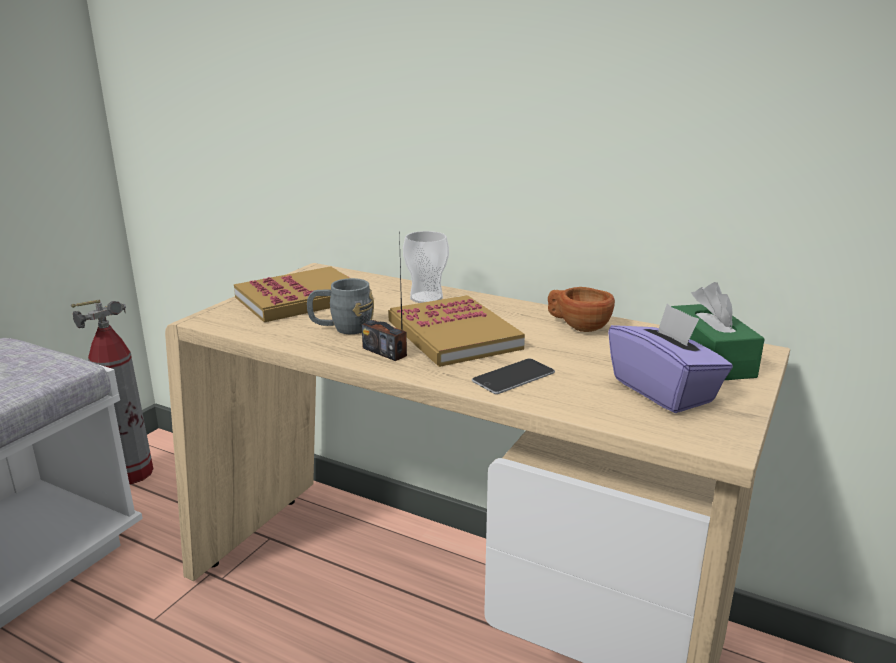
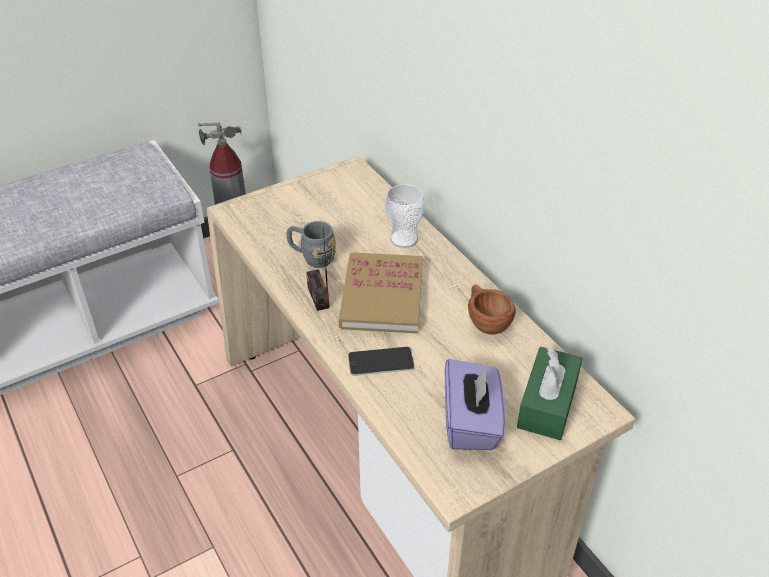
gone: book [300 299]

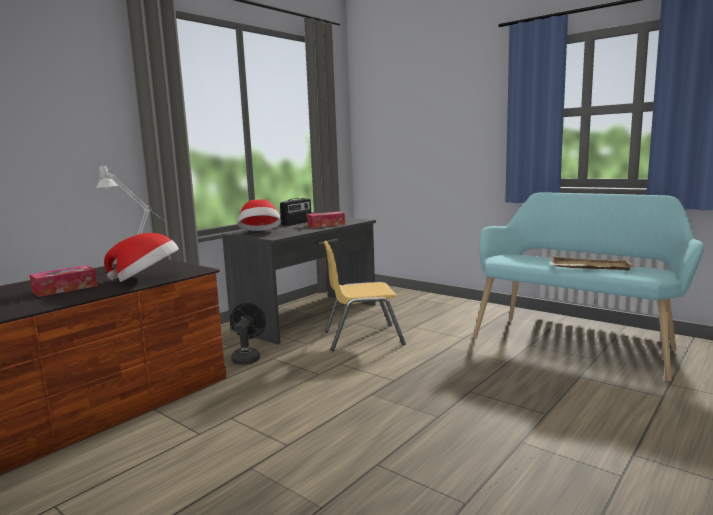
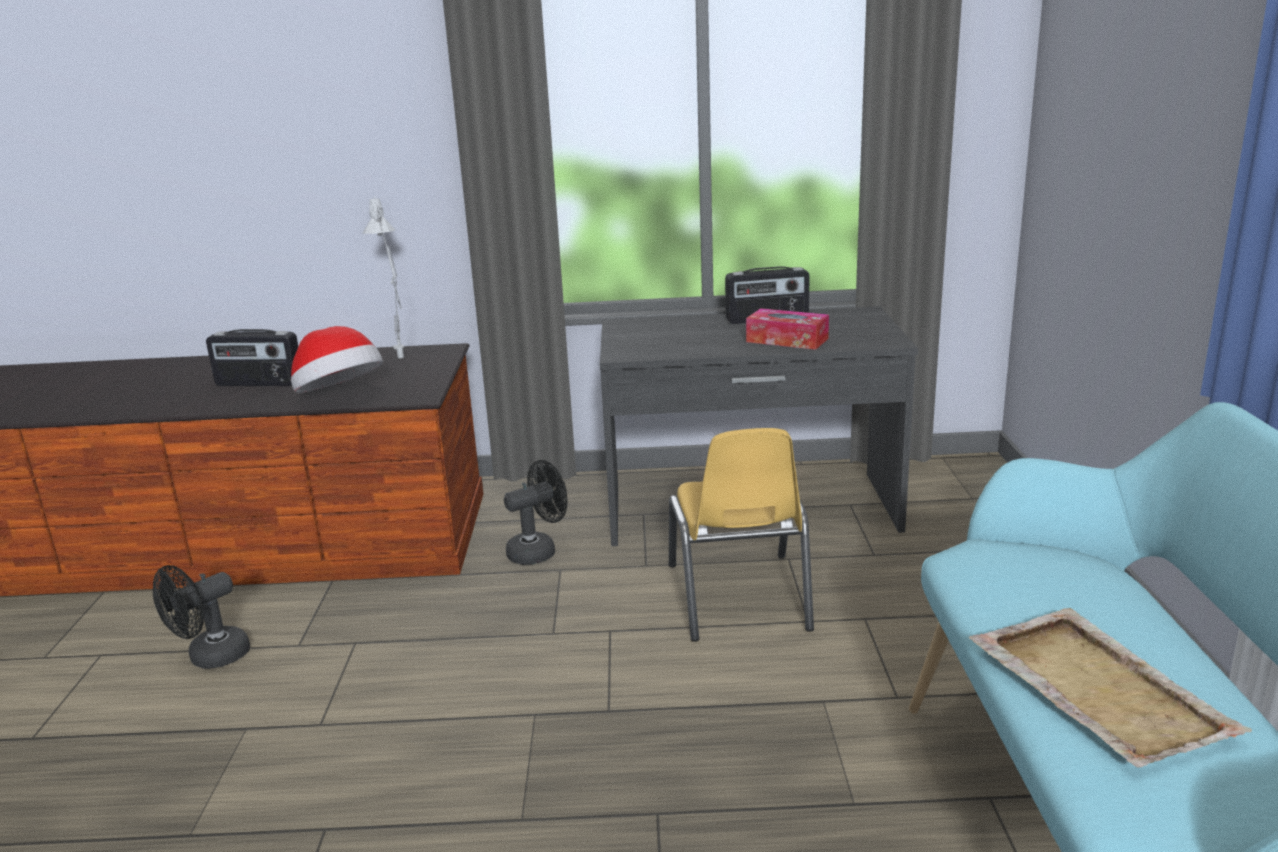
gone: clothing hat [260 233]
new: blackish fan [210 658]
swapped: box of tissues [65 289] to radio receiver [259 383]
rotated: yellow chair [362 338] = [738 597] 135 degrees counterclockwise

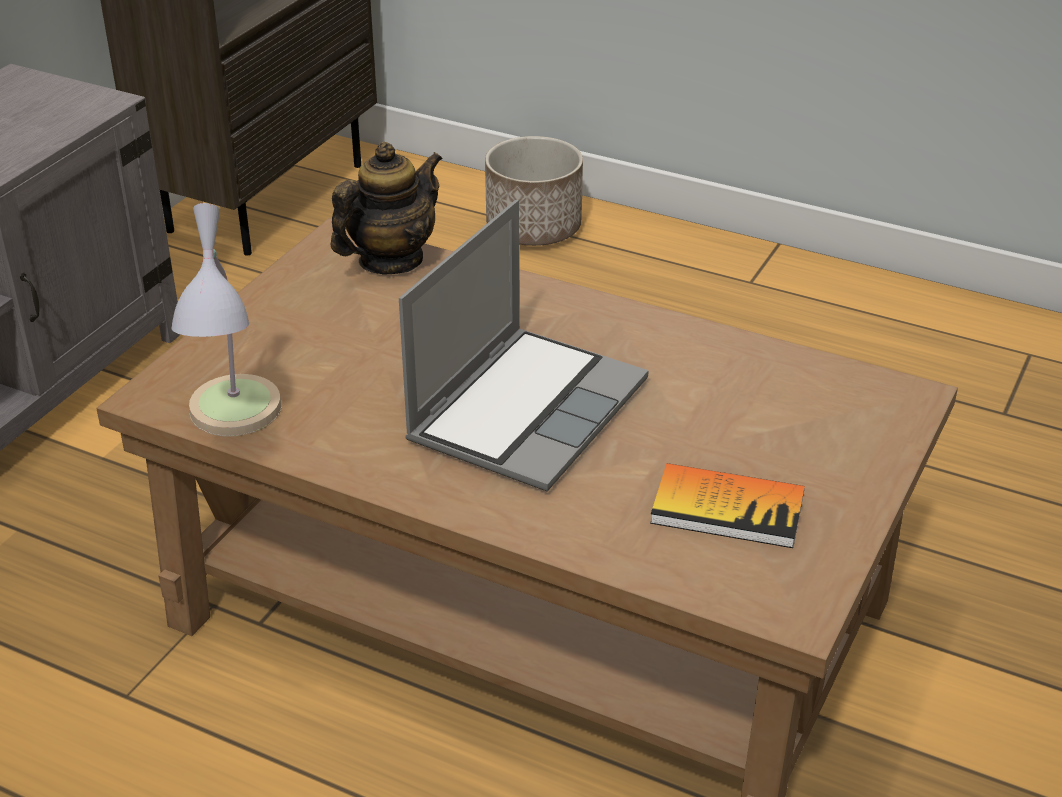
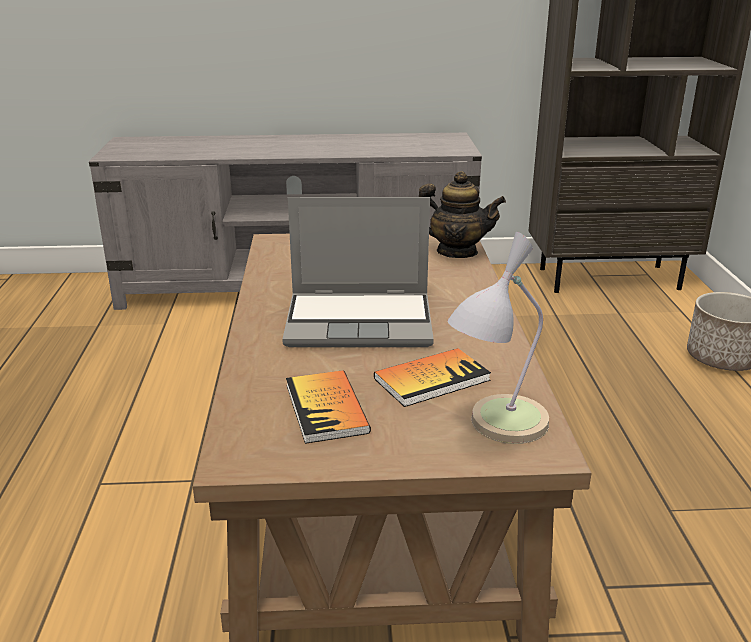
new: book [432 379]
shifted: tabletop lamp [232 421] to [495 426]

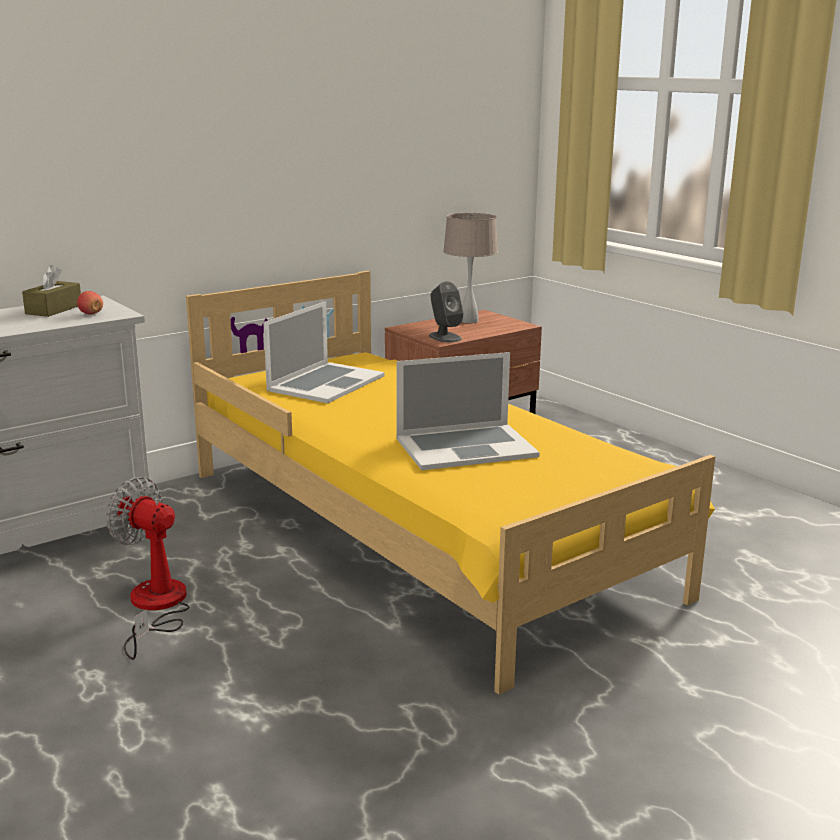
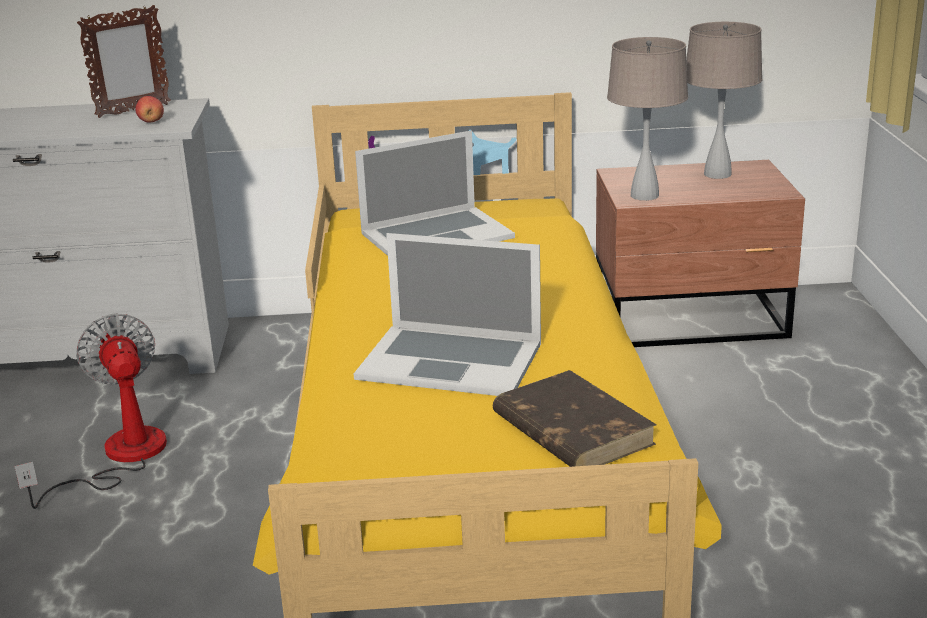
new: brown book [571 428]
swapped: brown box of tissues [54 309] to photo frame [133 111]; grey audio speaker [444 337] to beige tabletop lamp [645 195]

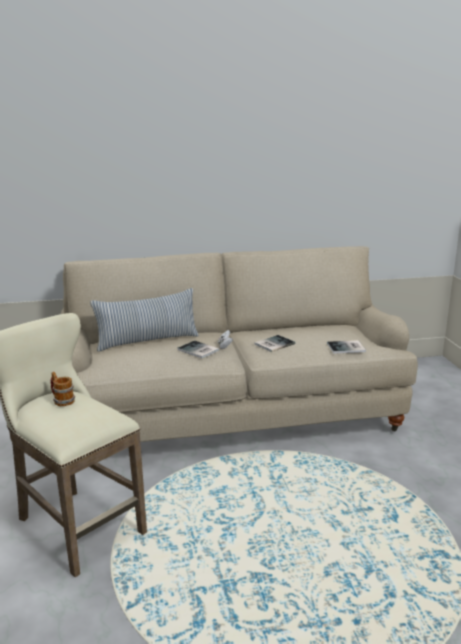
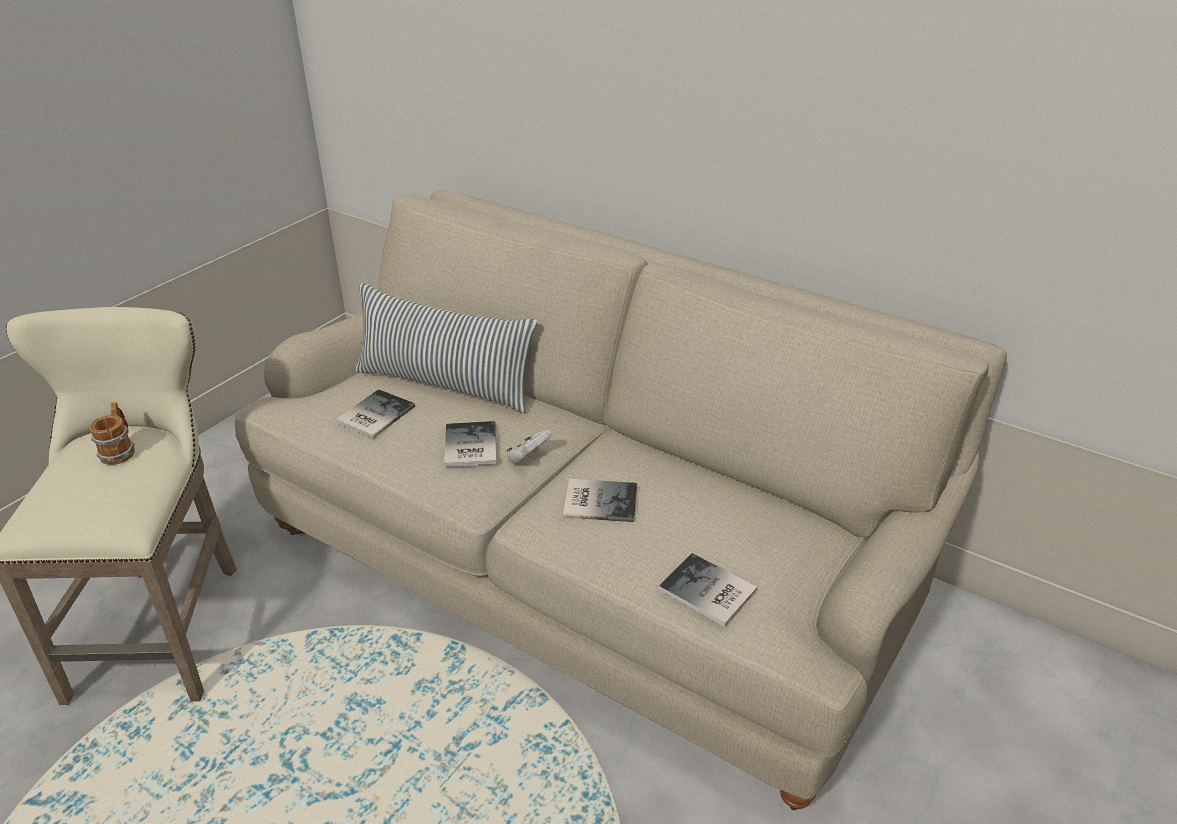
new: book [373 415]

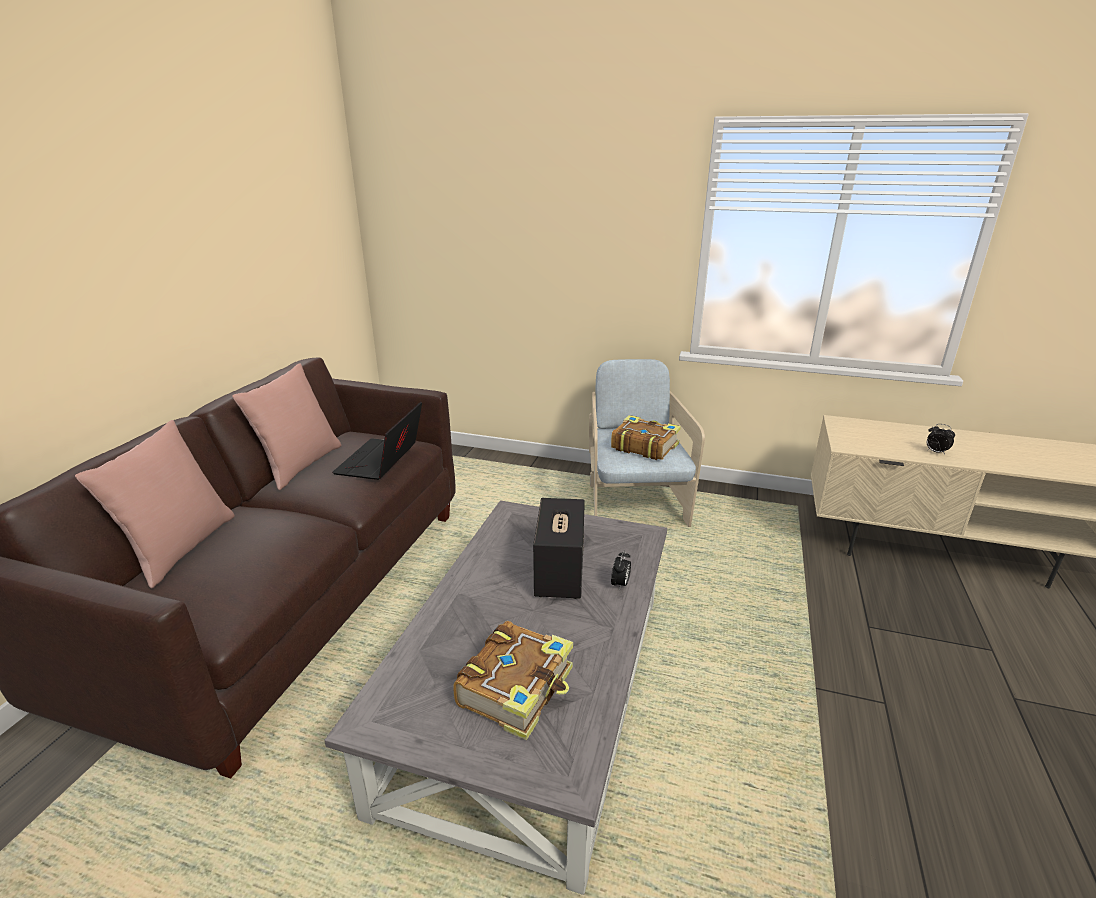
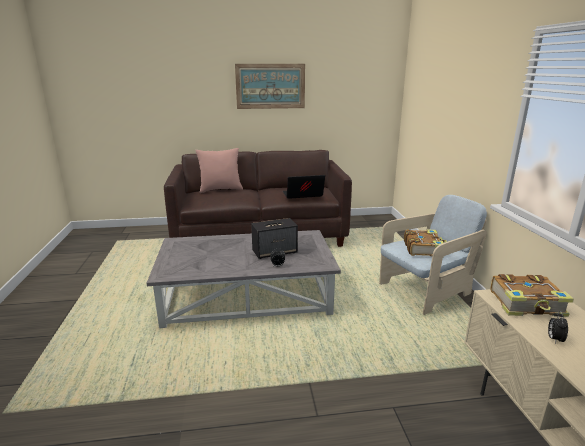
gone: pink-coloured throw pillow [300 465]
new: wall art [270 86]
shifted: book [518 687] to [527 304]

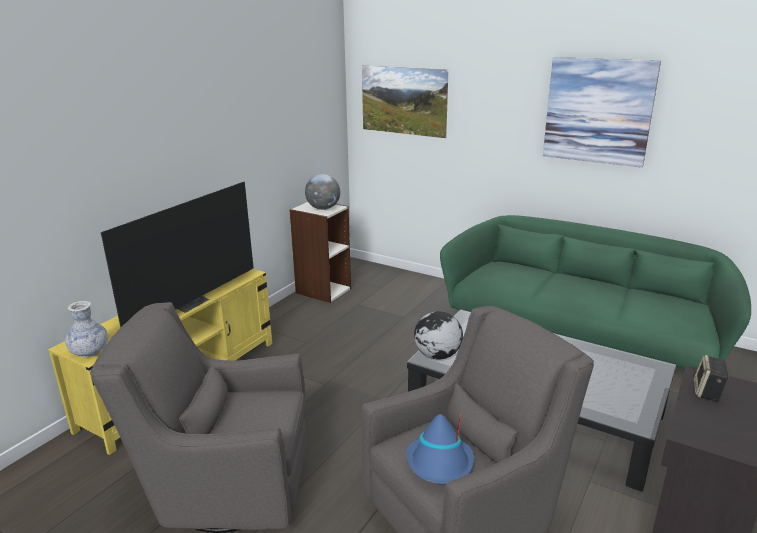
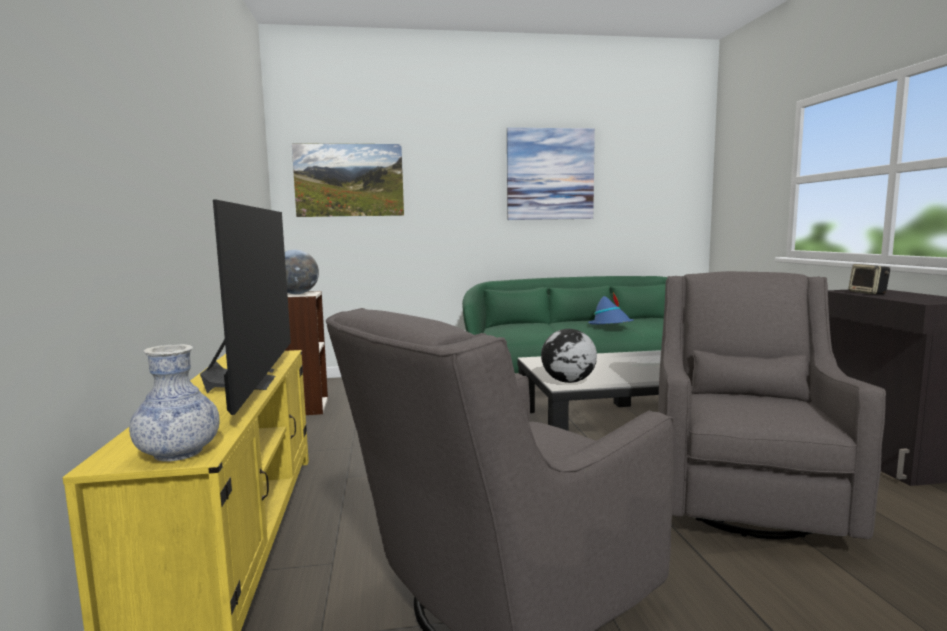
shifted: blue clothing hat [440 464] to [611 325]

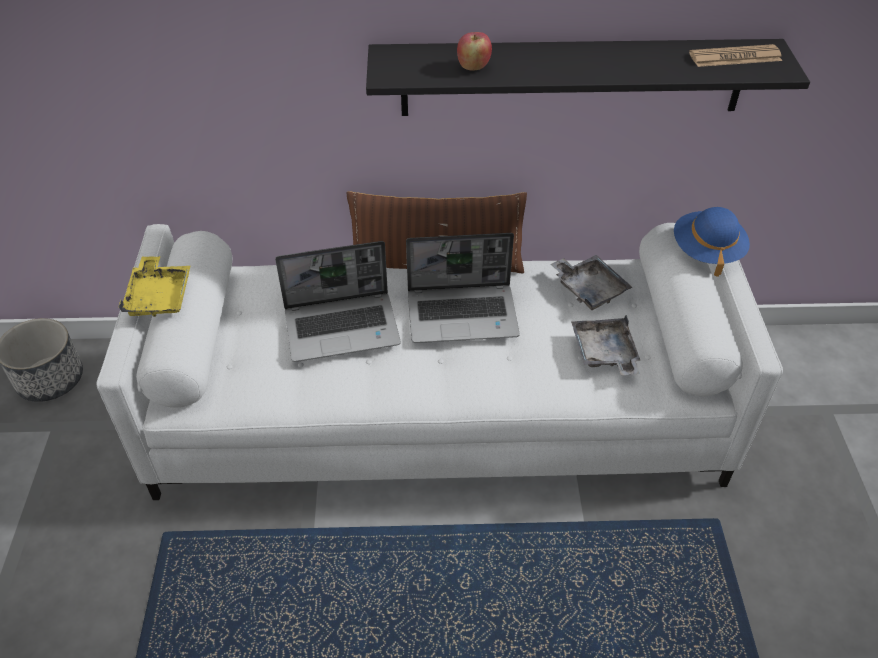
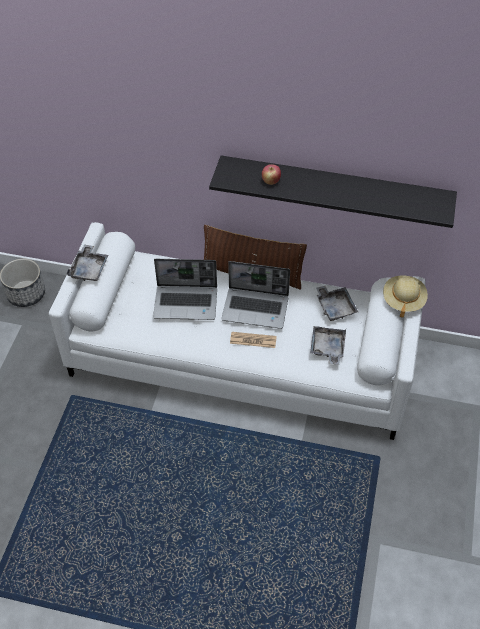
shifted: daily paper [735 57] to [253 340]
repainted: yellow tray [159 296] to grey tray [89 269]; blue clothing hat [706 251] to beige clothing hat [403 300]

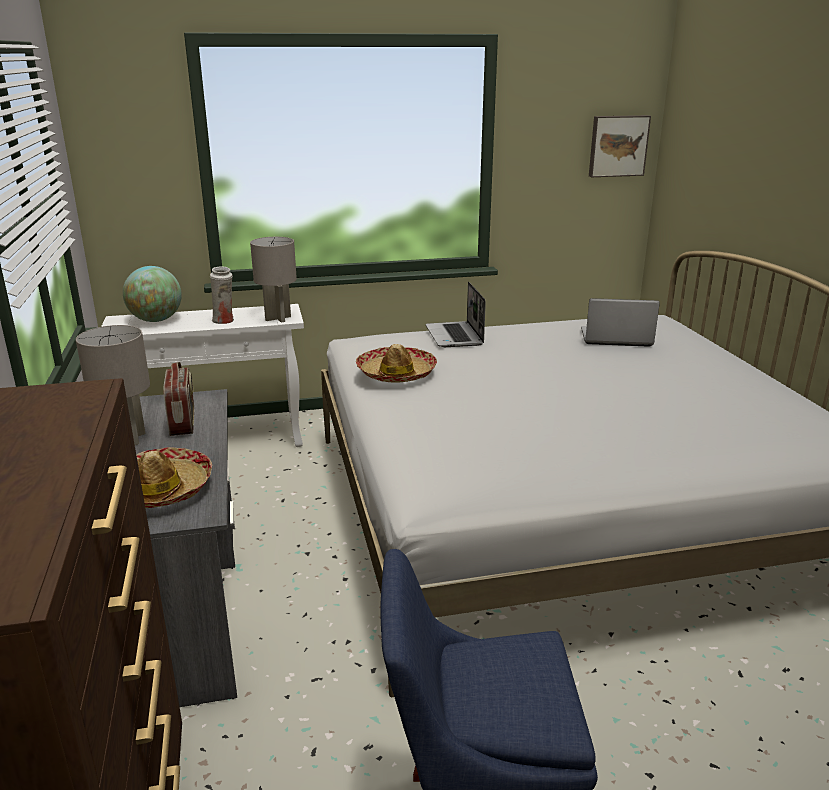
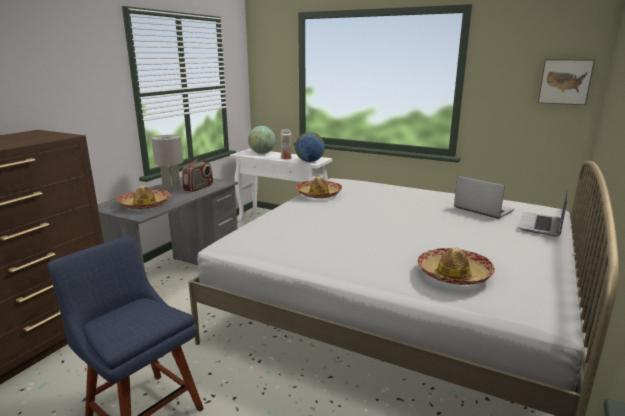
new: clothing hat [453 274]
shifted: portable computer [455 336] to [541 225]
swapped: grey tabletop lamp [277 318] to desk globe [309 161]

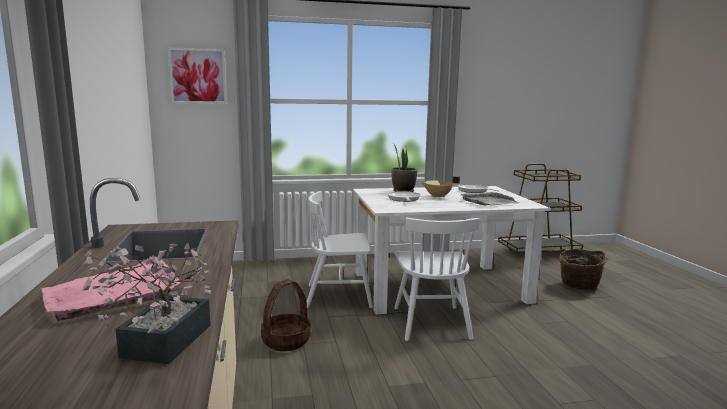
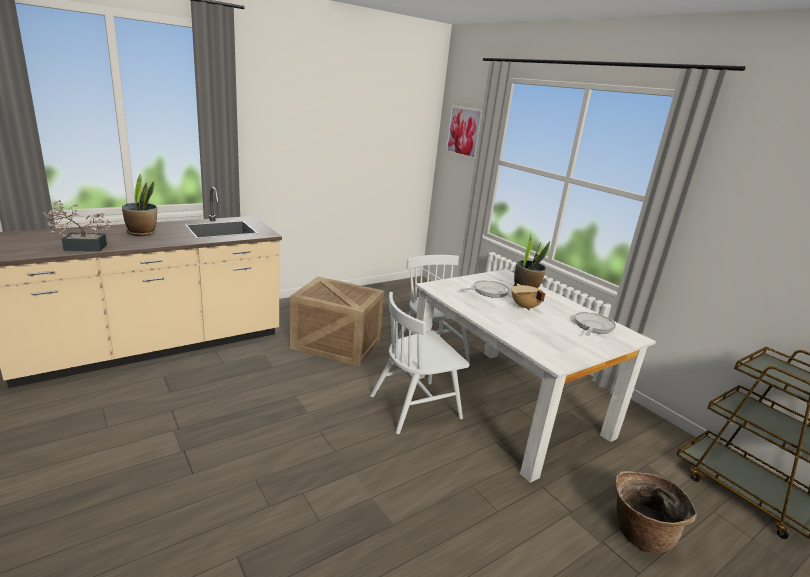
gone: grey tray [488 202]
swapped: pink-coloured tray [113 292] to houseplant [142 233]; storage basket [286 341] to shipping crate [337 344]

